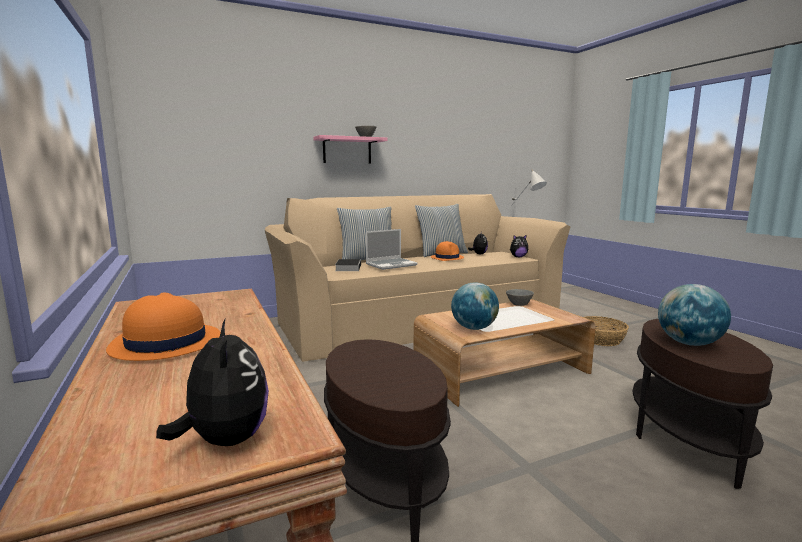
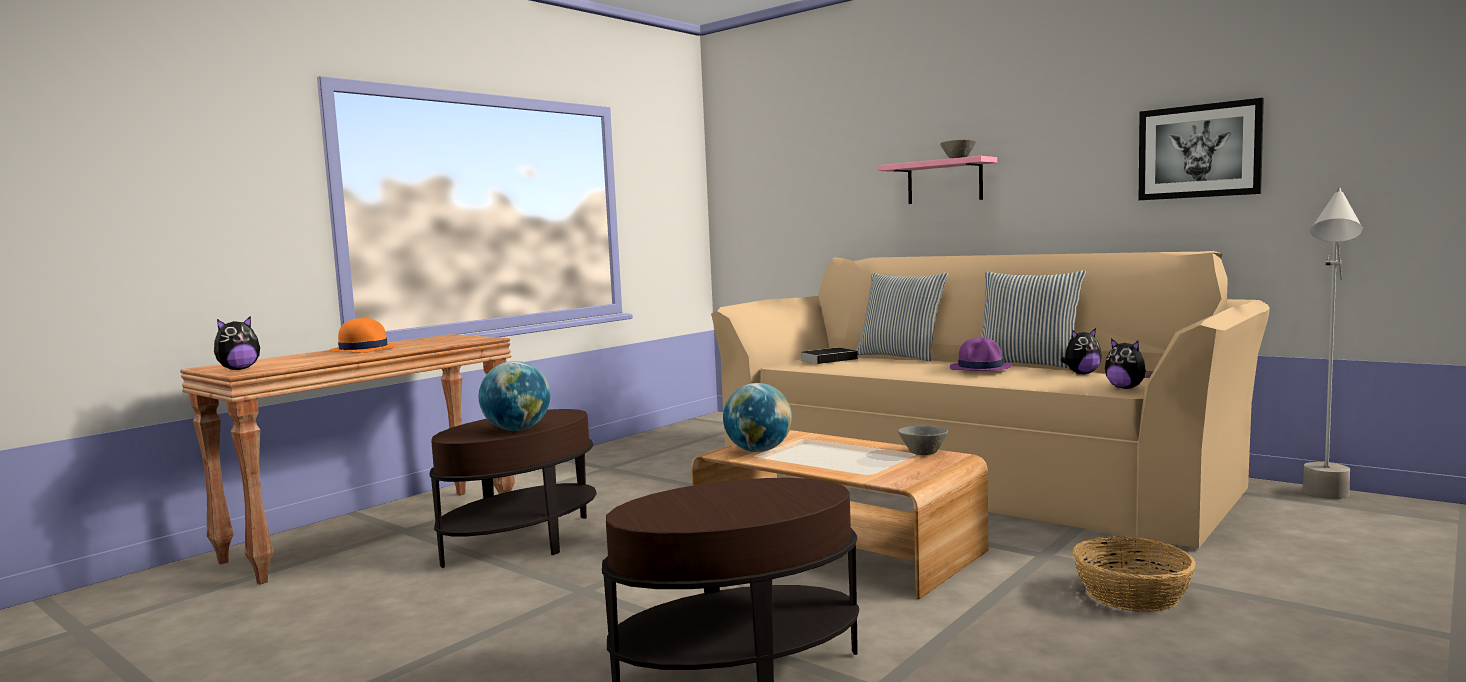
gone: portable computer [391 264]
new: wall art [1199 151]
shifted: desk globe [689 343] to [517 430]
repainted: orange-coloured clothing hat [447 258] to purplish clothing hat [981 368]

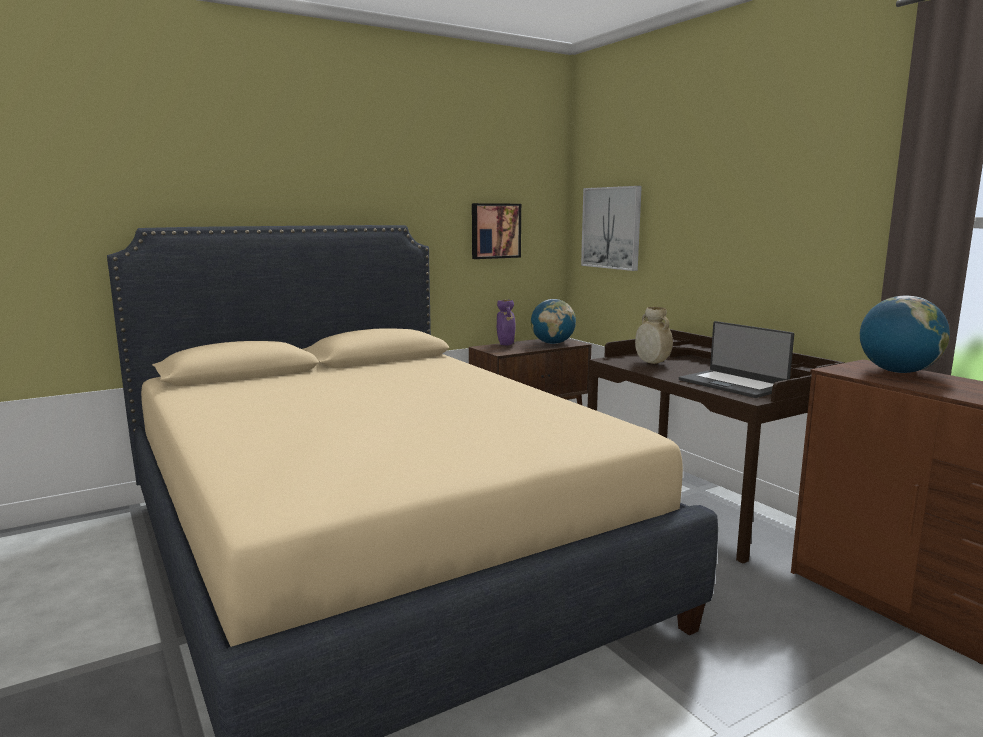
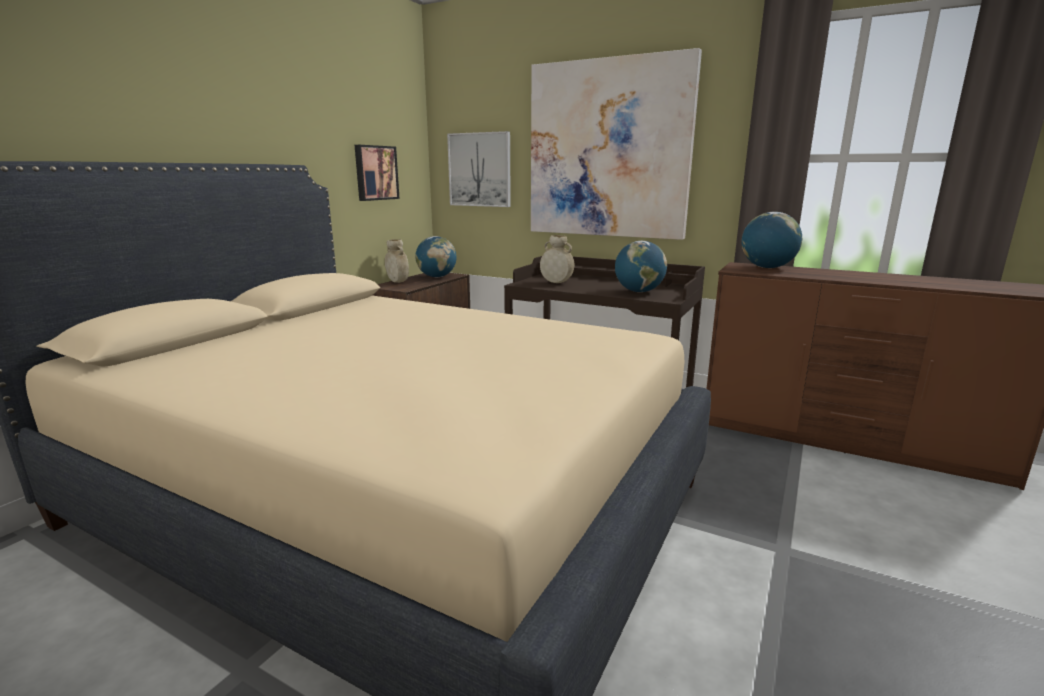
new: wall art [609 150]
swapped: portable computer [733 384] to desk globe [638 291]
repainted: purplish flower vase [505 345] to beige flower vase [398 282]

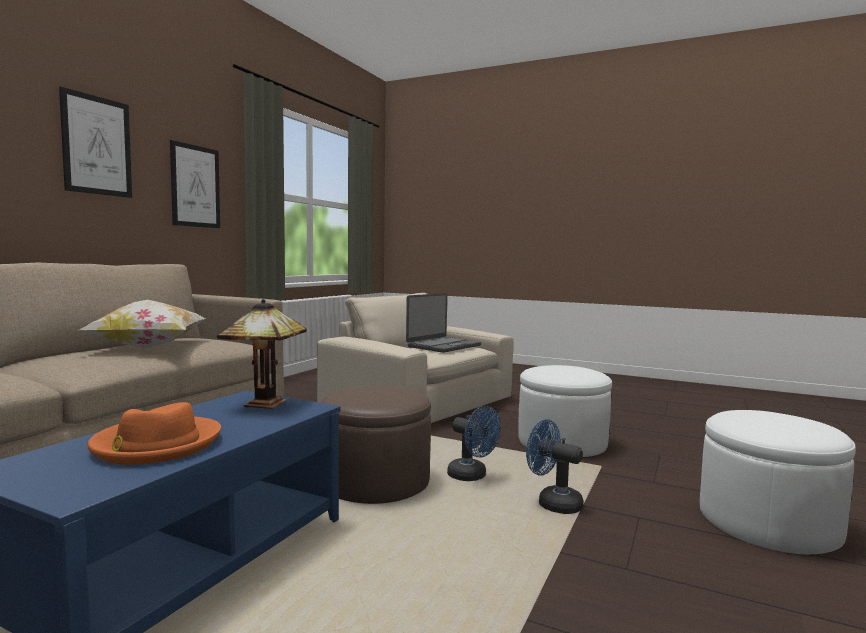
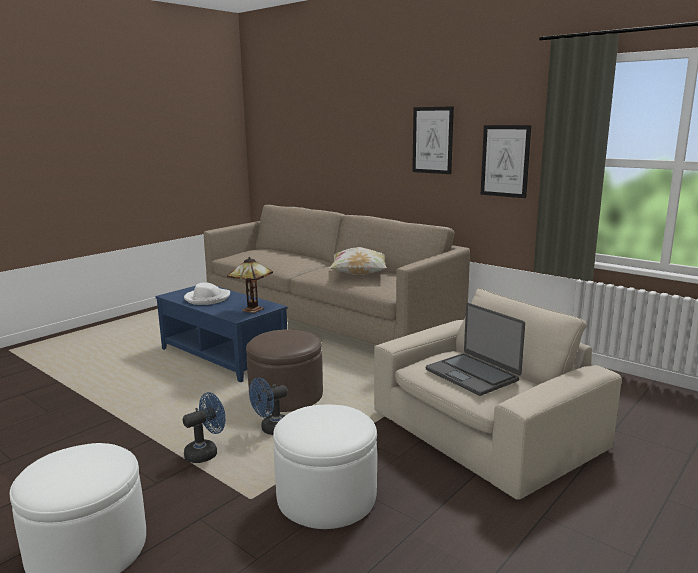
repainted: orange-coloured clothing hat [156 444] to whitish clothing hat [207 298]

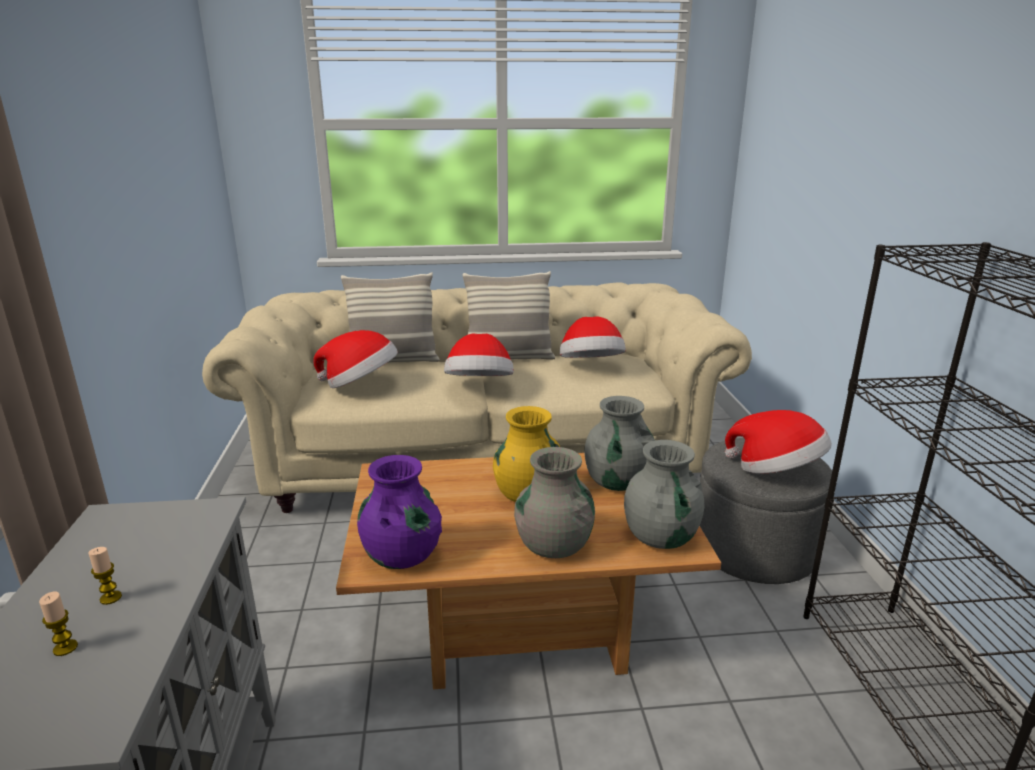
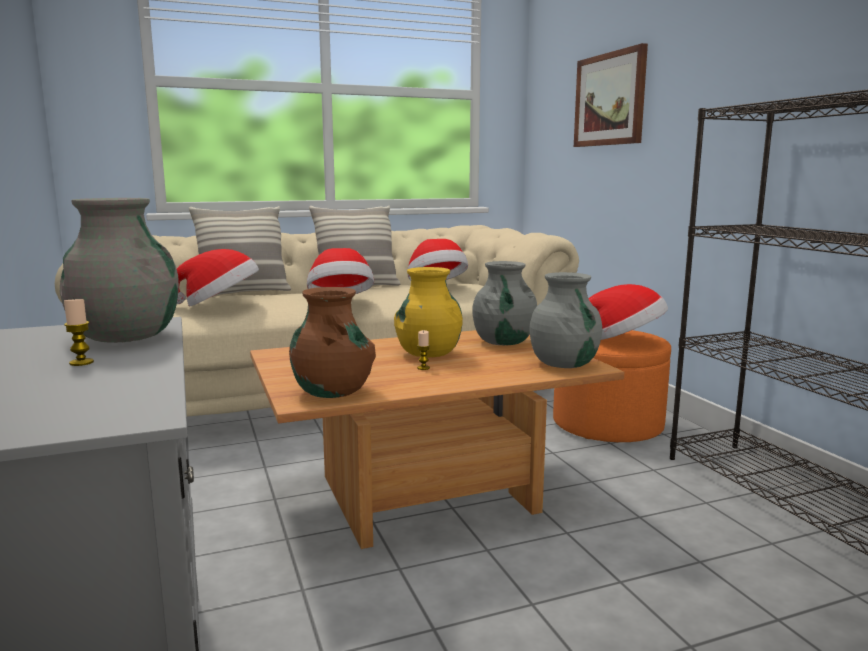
new: wall art [610 99]
shifted: candle [65 648] to [423 368]; grey flower vase [553 545] to [126 337]
repainted: purplish flower vase [402 556] to brown flower vase [333 392]; grey footrest [754 549] to orange-coloured footrest [607 424]

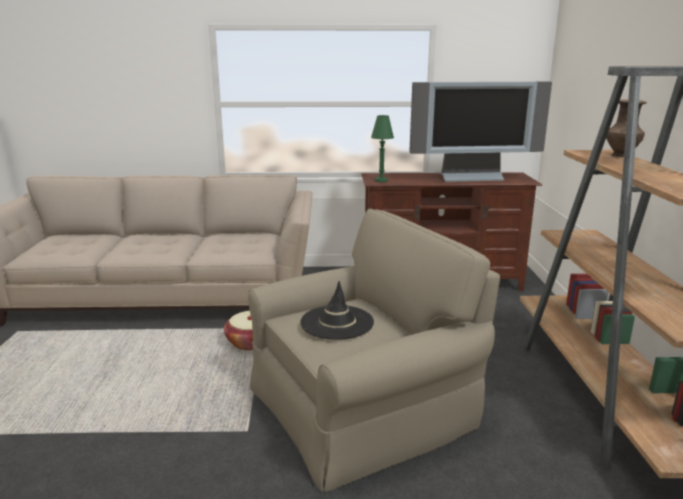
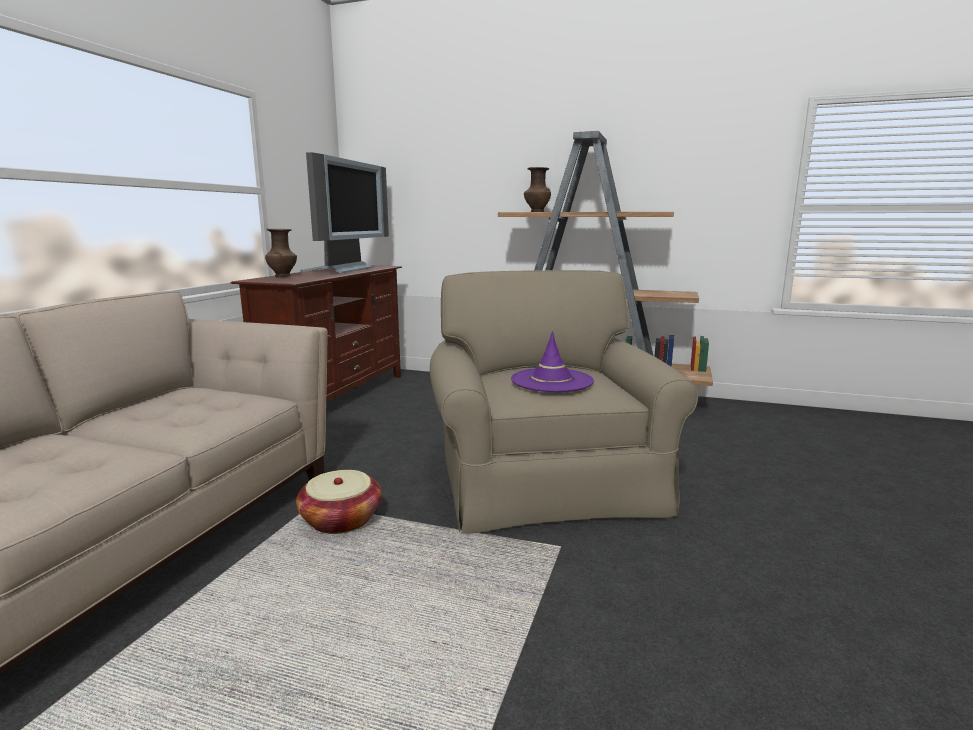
gone: greenish tabletop lamp [381 180]
new: brown flower vase [282 276]
repainted: blackish clothing hat [337 322] to purplish clothing hat [551 380]

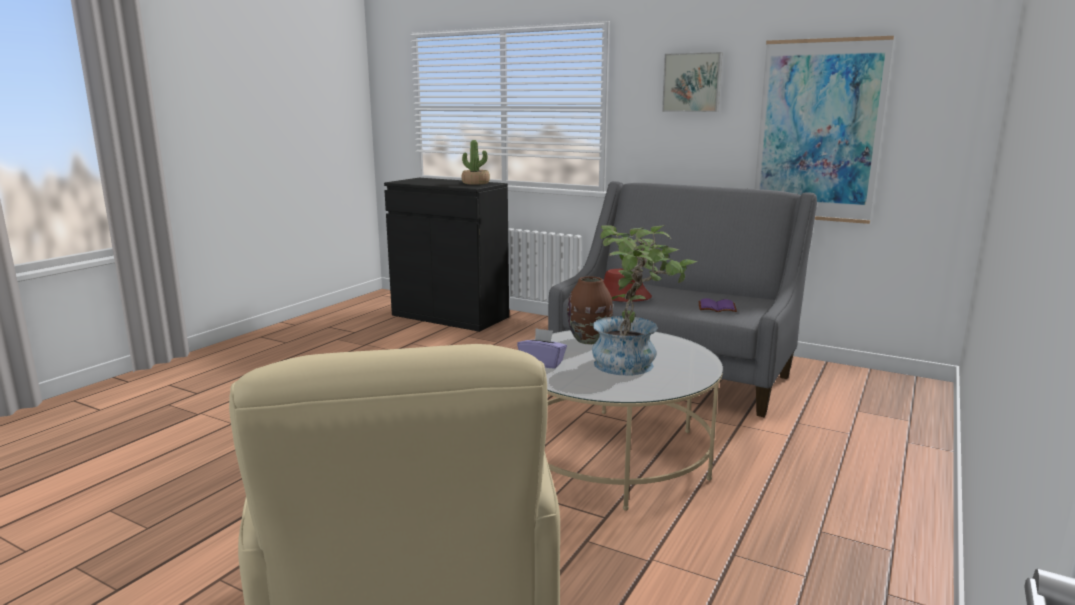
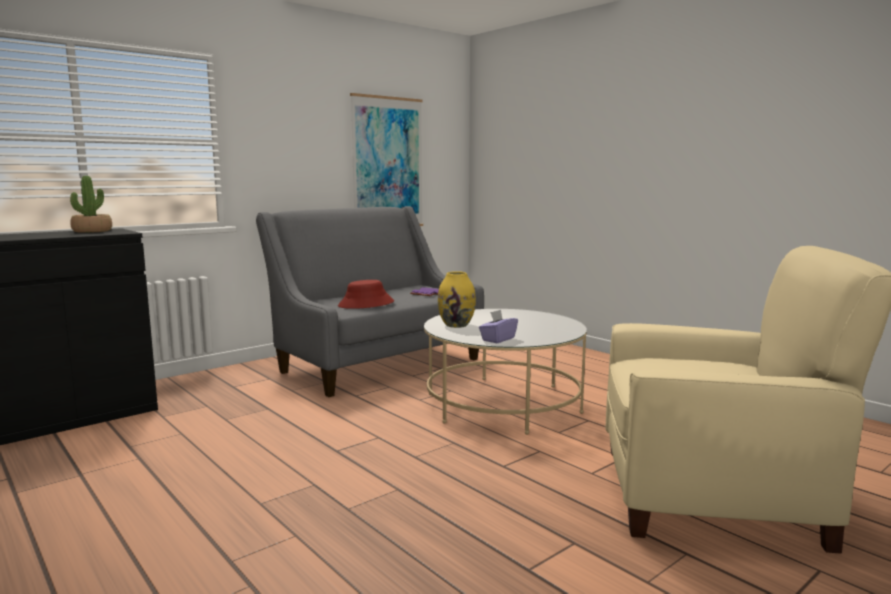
gone: houseplant [633 364]; wall art [692 82]
repainted: brown flower vase [589 340] to yellow flower vase [456 325]

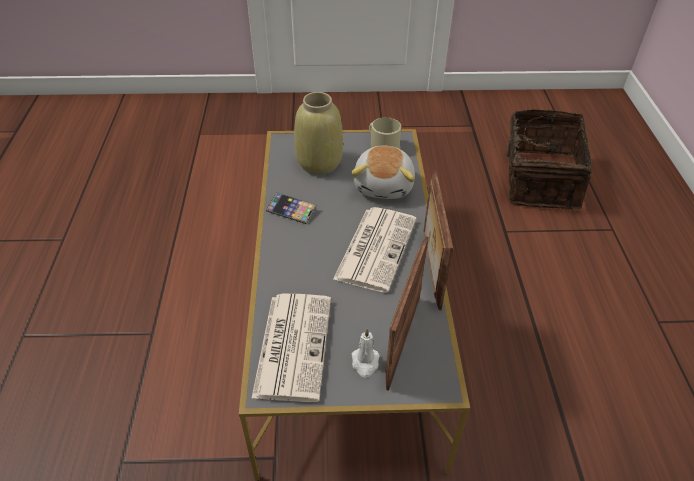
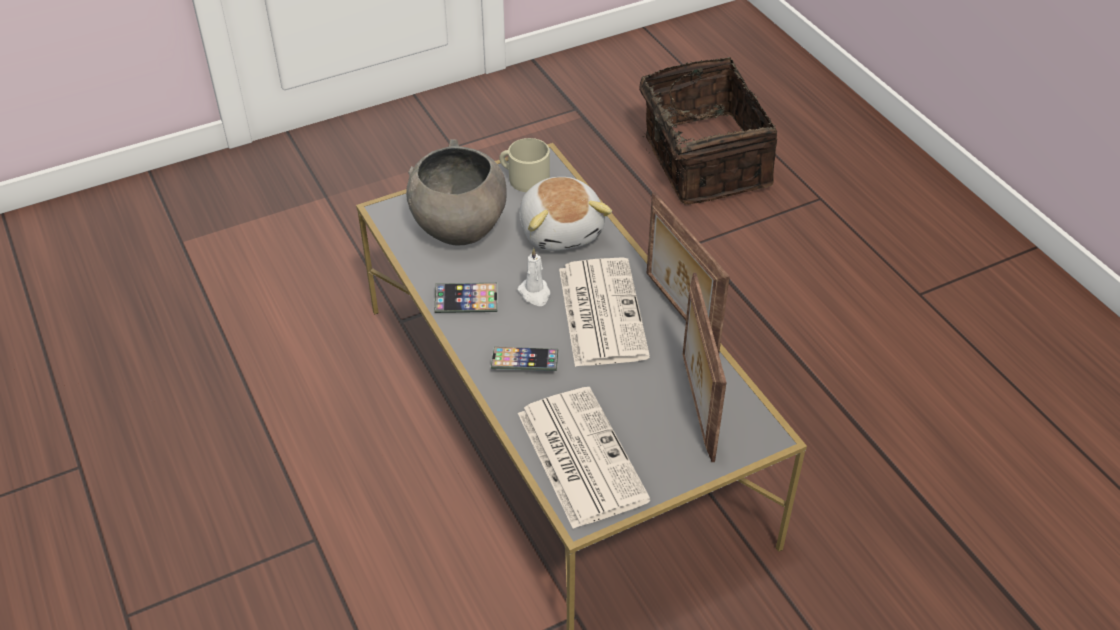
new: phone [525 362]
shifted: whitish candle [365 363] to [535 294]
swapped: beige flower vase [319 163] to grey deep dish [459 228]

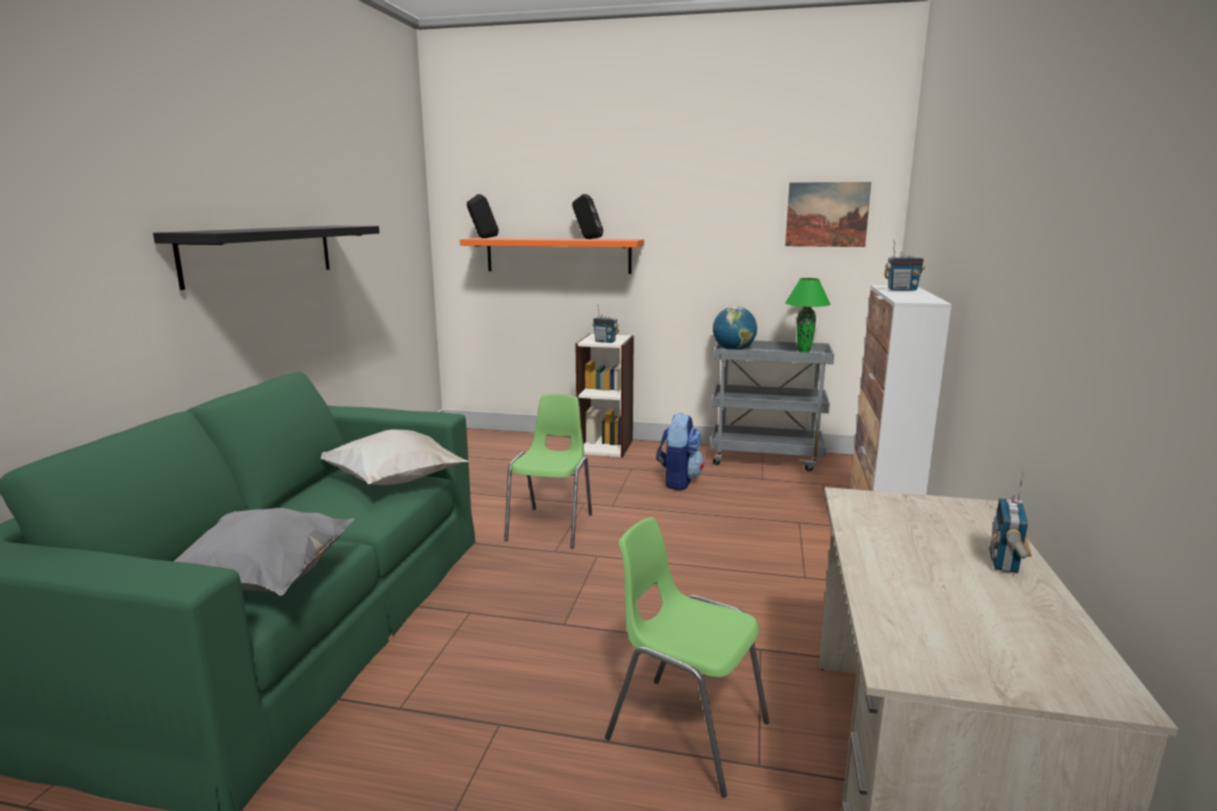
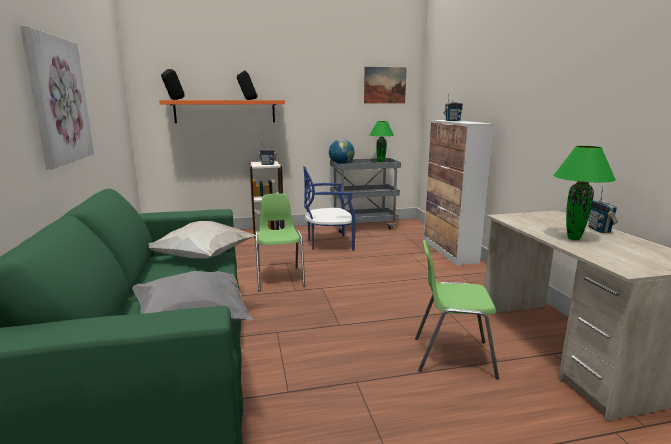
new: greenish tabletop lamp [574 239]
swapped: blackish shelf [261 253] to wall art [59 100]; rucksack [678 481] to blue chair [328 243]

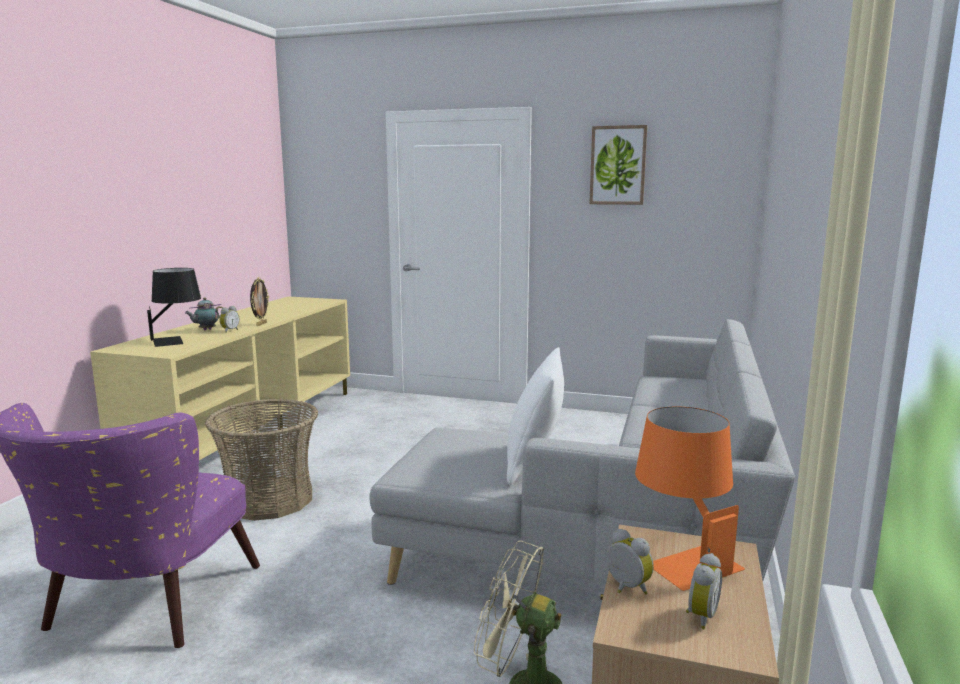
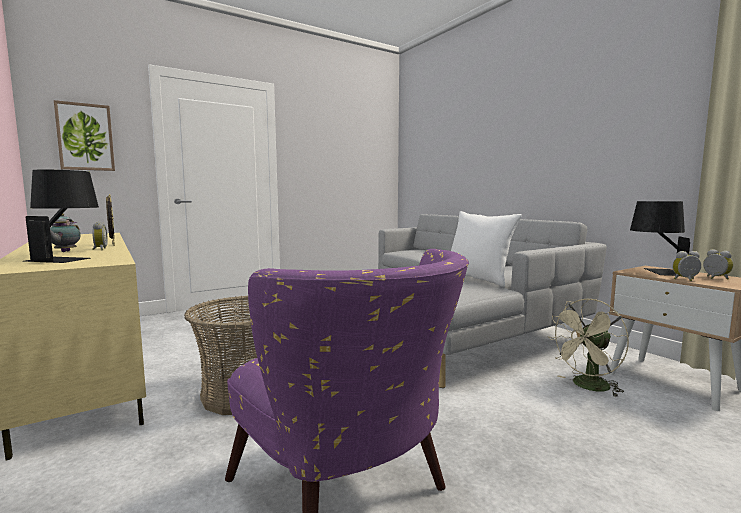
shifted: wall art [618 165] to [85 137]
repainted: orange-coloured tabletop lamp [681 557] to blackish tabletop lamp [655 271]

